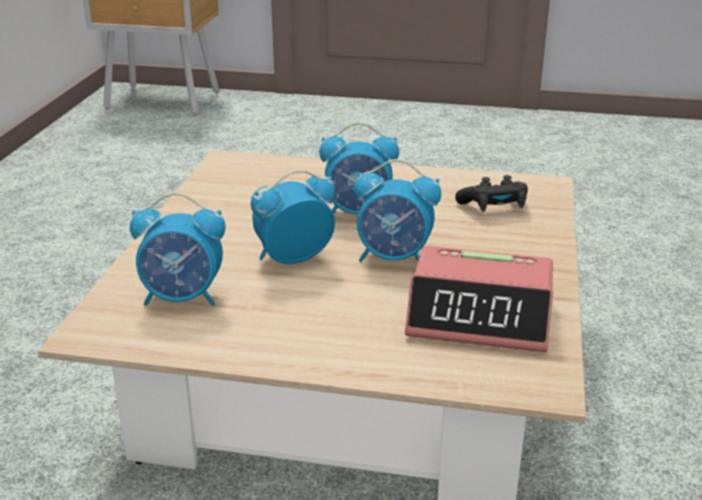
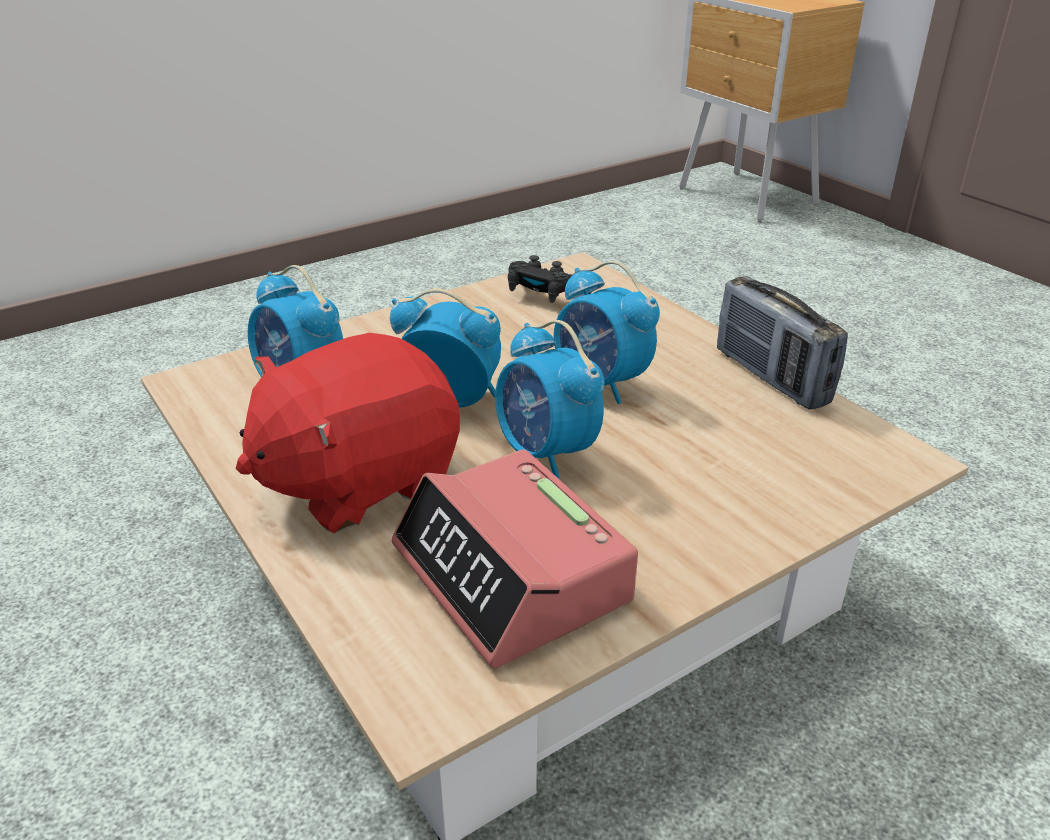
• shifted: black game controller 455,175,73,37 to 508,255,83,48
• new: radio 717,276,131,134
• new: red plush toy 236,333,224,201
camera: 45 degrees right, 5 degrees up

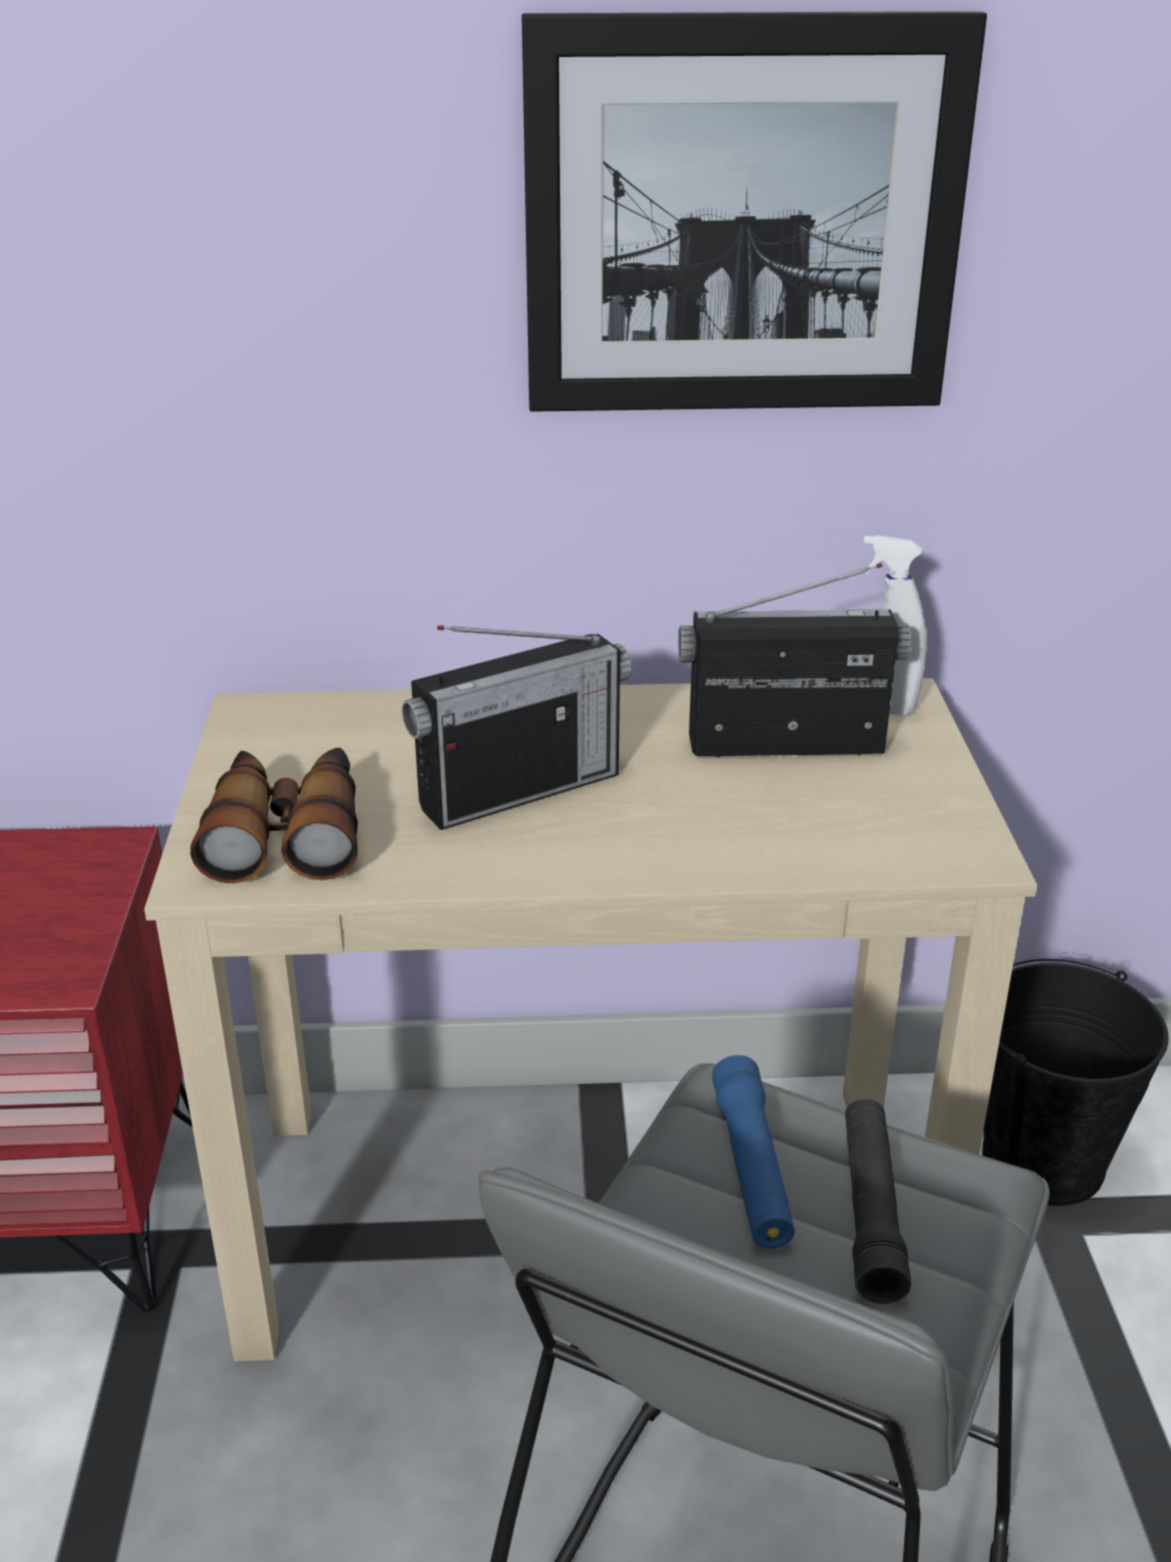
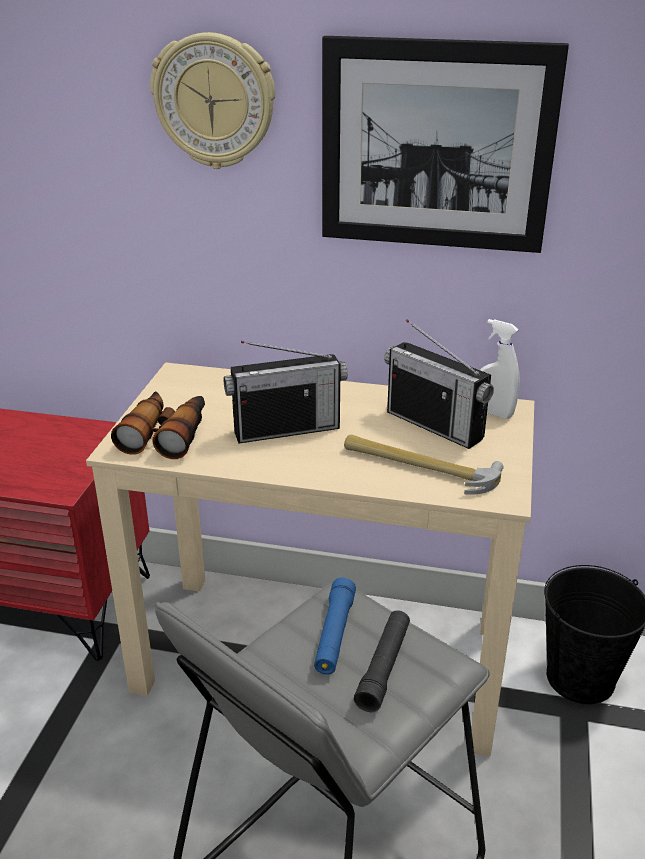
• rotated: radio 678,563,233,195 = 384,319,110,130 150 degrees counterclockwise
• new: wall clock 150,32,125,137
• new: hammer 344,434,160,61
camera: 15 degrees right, 0 degrees up

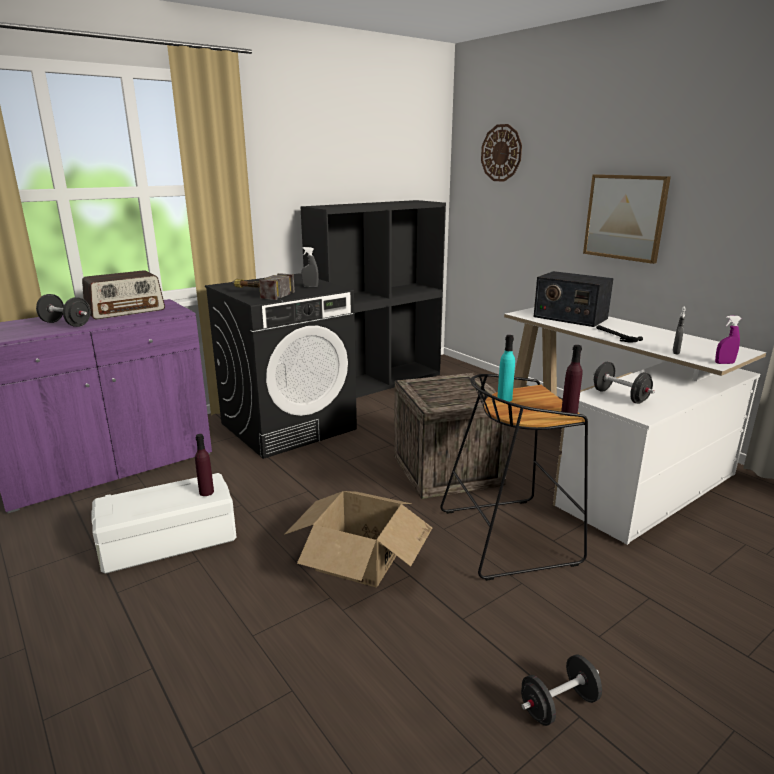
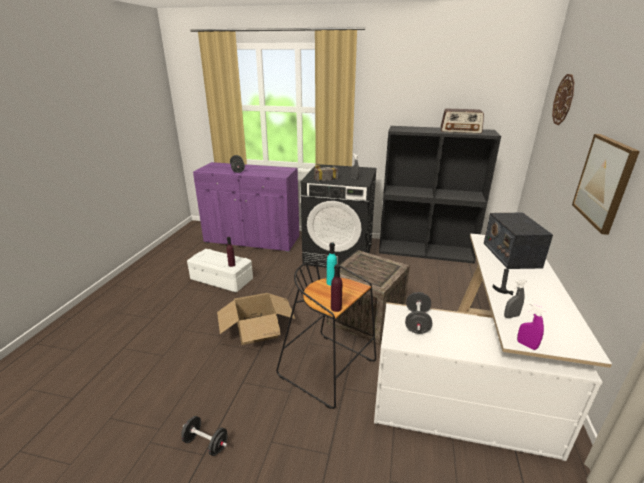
• shifted: radio 82,270,83,49 to 440,109,44,25
camera: 50 degrees right, 5 degrees up

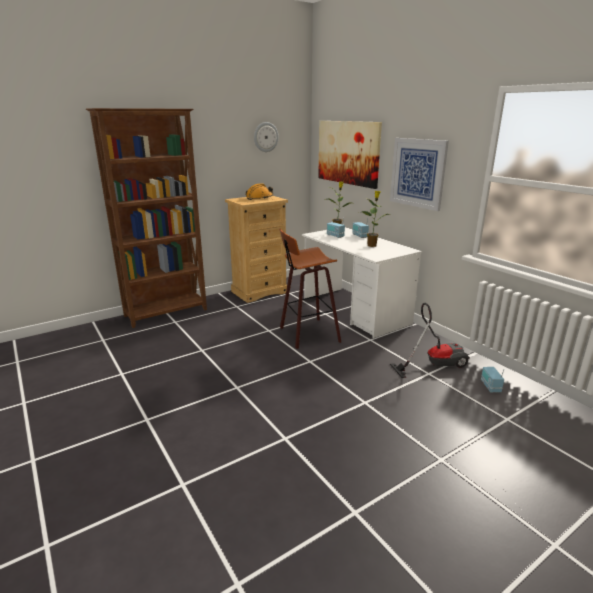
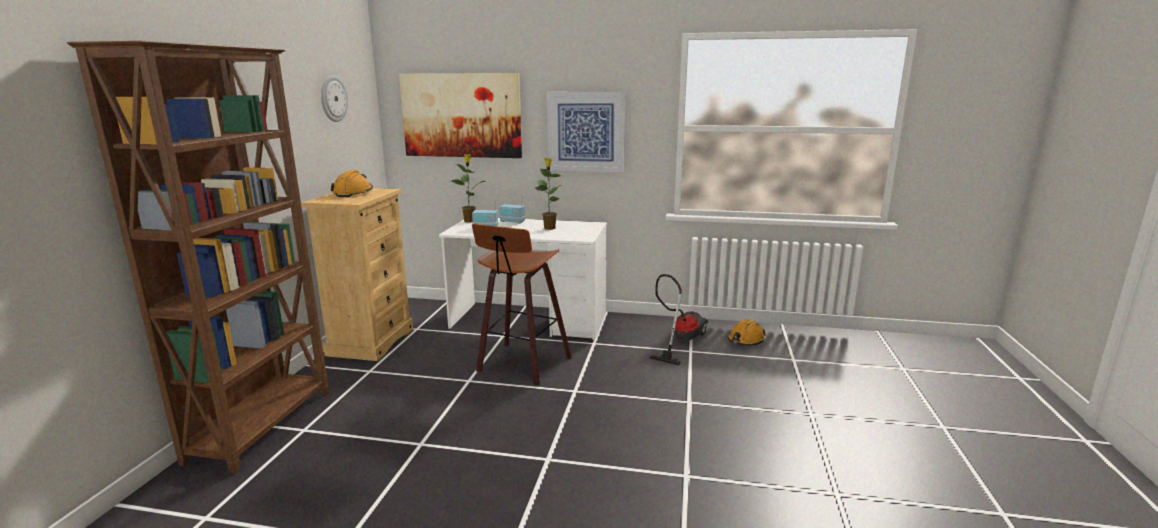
• swapped: radio 481,367,23,26 to orange hard hat 727,319,39,27
camera: 45 degrees left, 5 degrees down

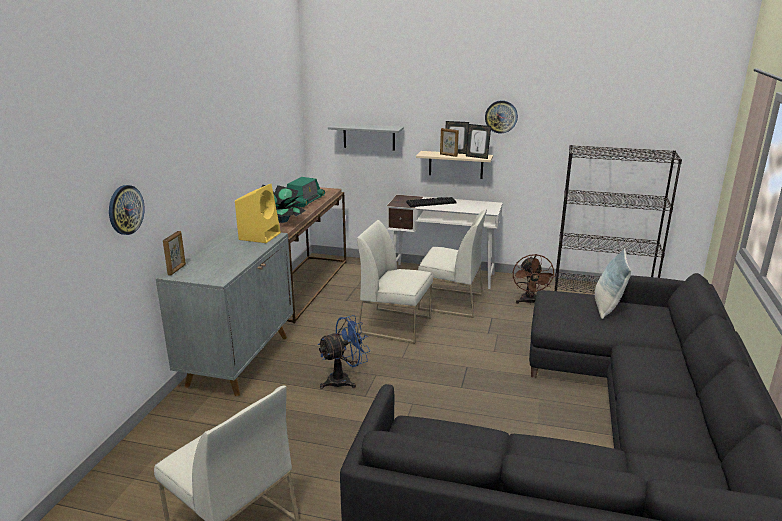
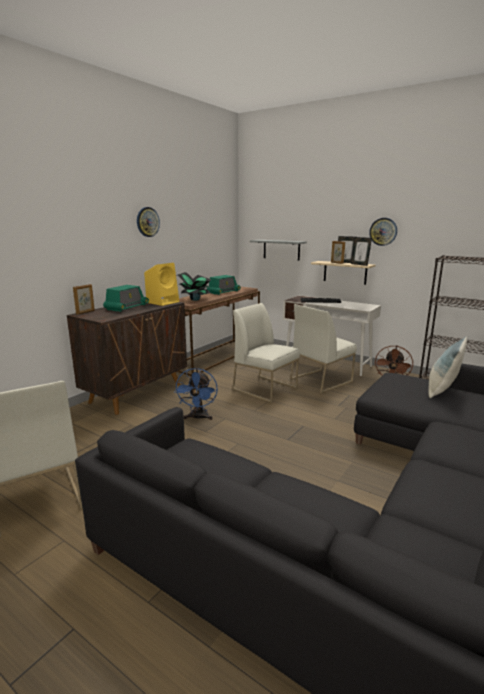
• shifted: wall clock 109,185,36,50 to 137,207,23,30
• rotated: white chair 418,209,69,109 = 290,304,67,90 105 degrees clockwise
• repainted: grey cabinet 156,228,137,168 to brown cabinet 67,302,120,113
• rotated: blue fan 317,315,53,74 = 174,368,44,53 105 degrees clockwise
• new: radio 103,285,46,27
camera: 20 degrees right, 5 degrees down

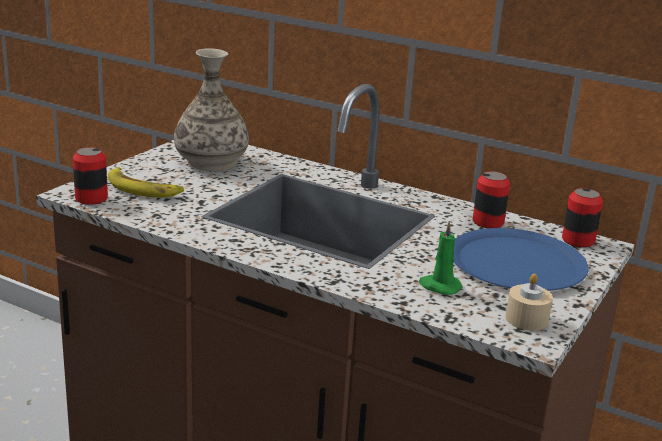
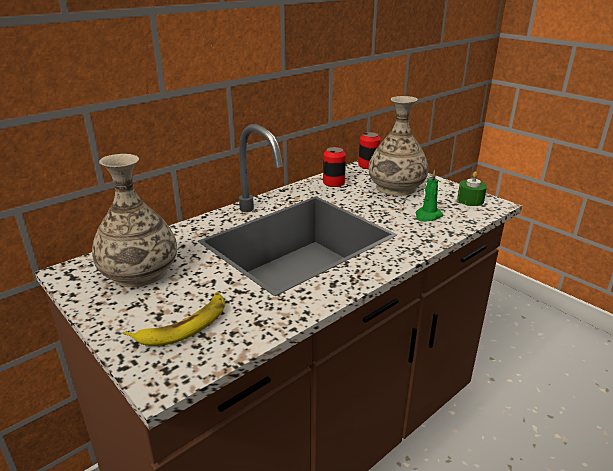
• gone: can 73,147,35,58
• swapped: blue plate 453,228,135,63 to vase 368,96,60,100
• repainted: beige candle 505,274,48,57 to green candle 457,171,30,35
camera: 70 degrees left, 5 degrees up

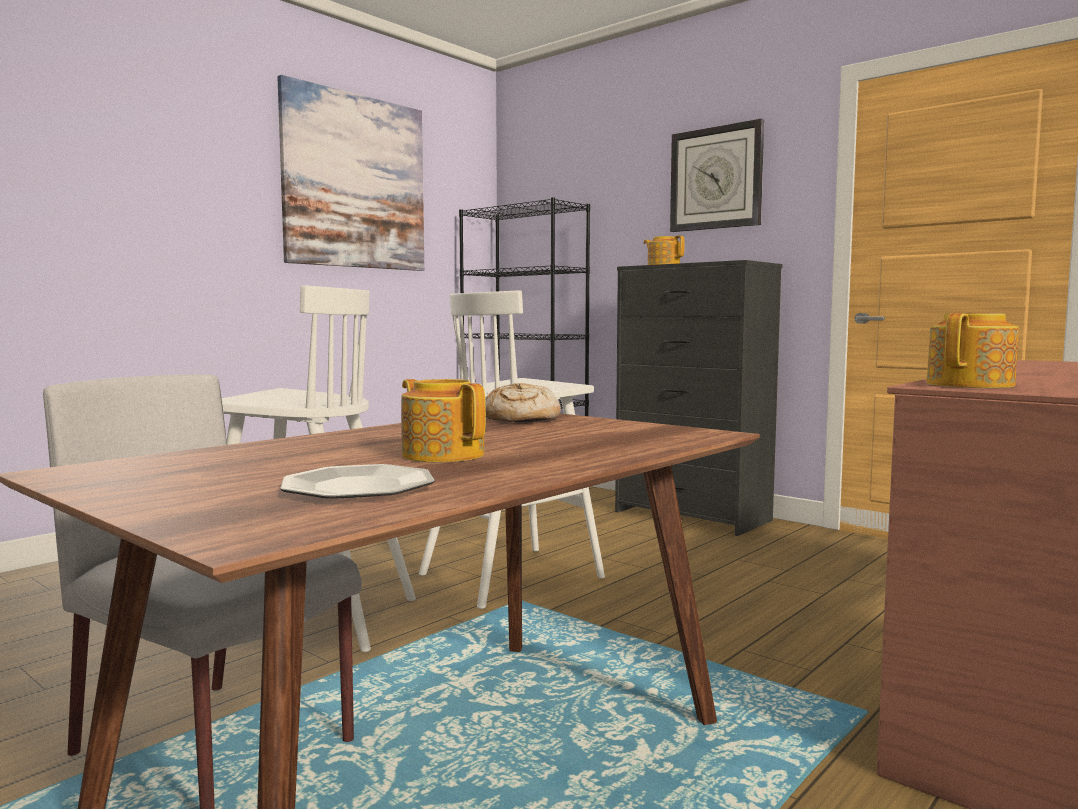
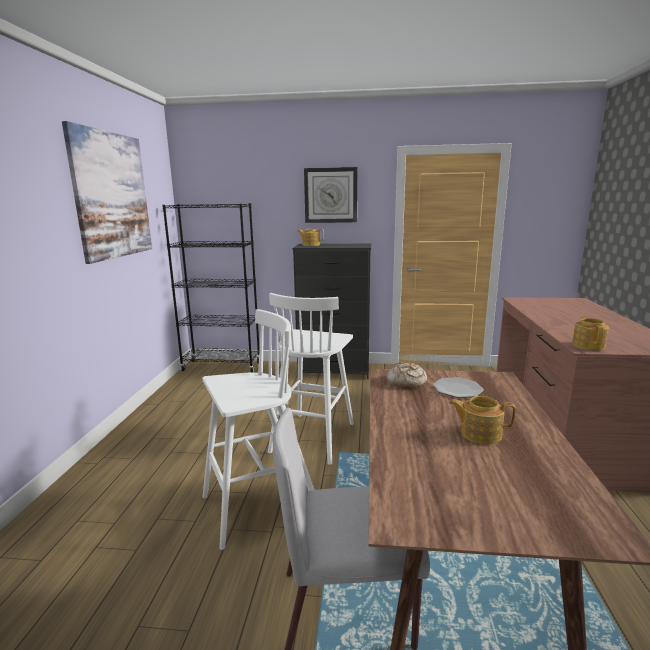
• shifted: plate 280,464,155,34 to 433,377,51,21
camera: 35 degrees left, 10 degrees up

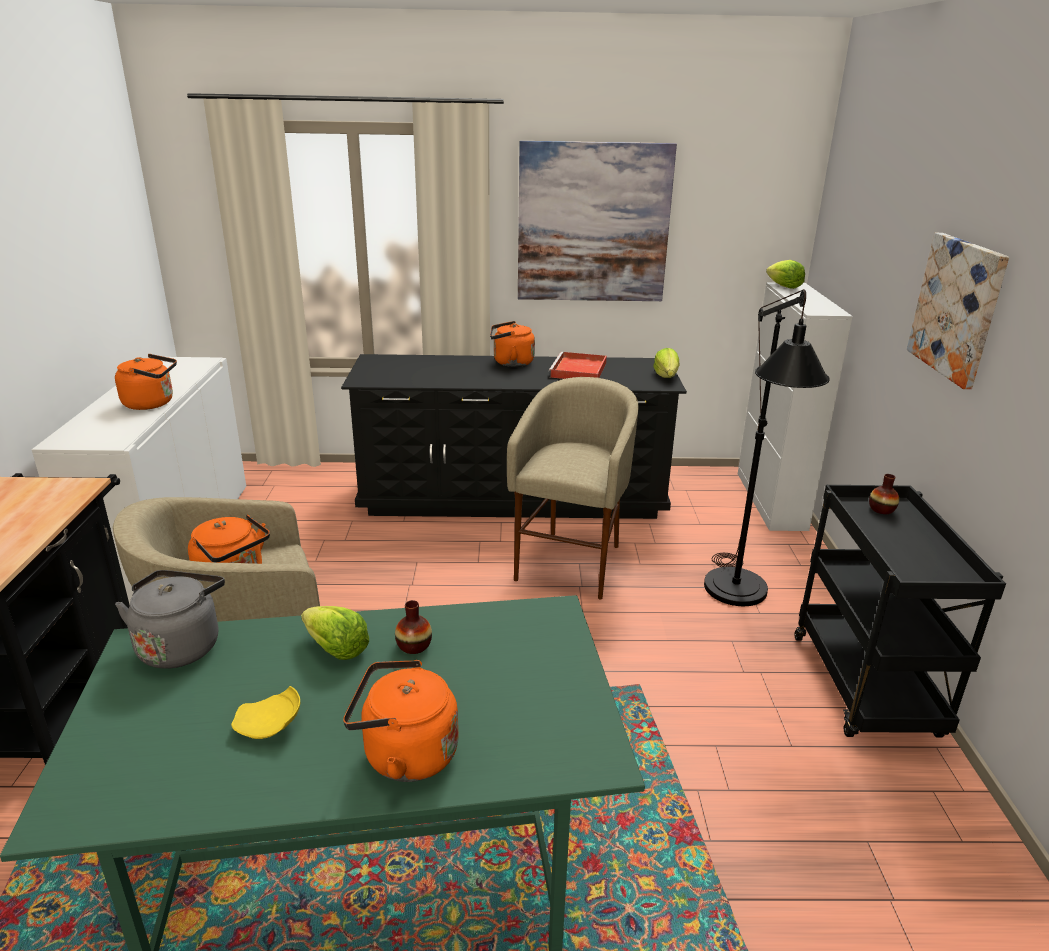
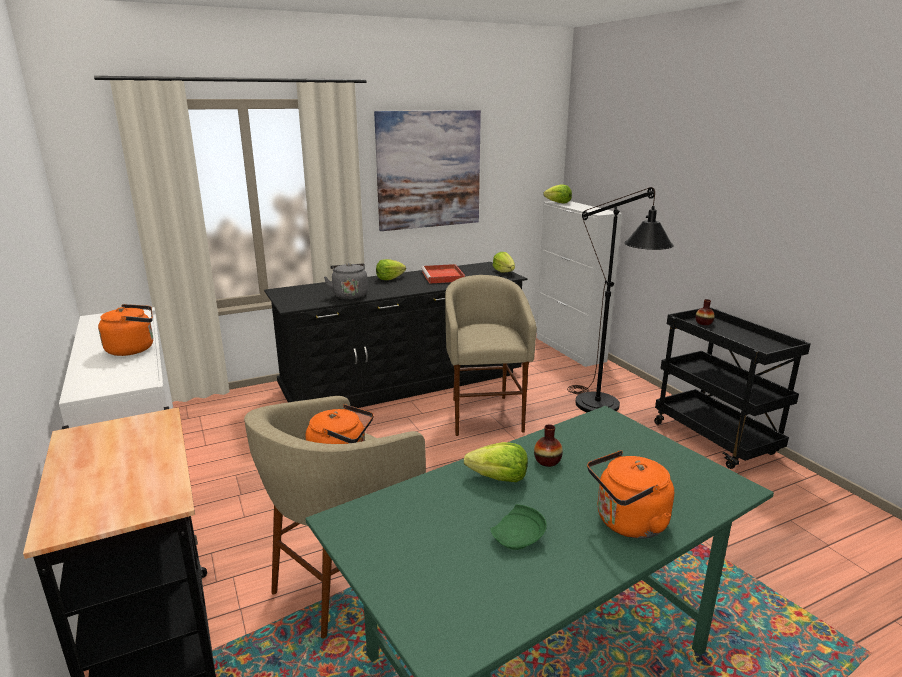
• gone: picture 907,233,102,156
• swapped: orange kettle 490,321,45,46 to lettuce 376,259,30,21
• shifted: grey kettle 115,570,110,99 to 324,263,44,36
• repainted: yellow plate 231,686,69,53 to green plate 490,504,57,46
camera: 25 degrees left, 5 degrees down

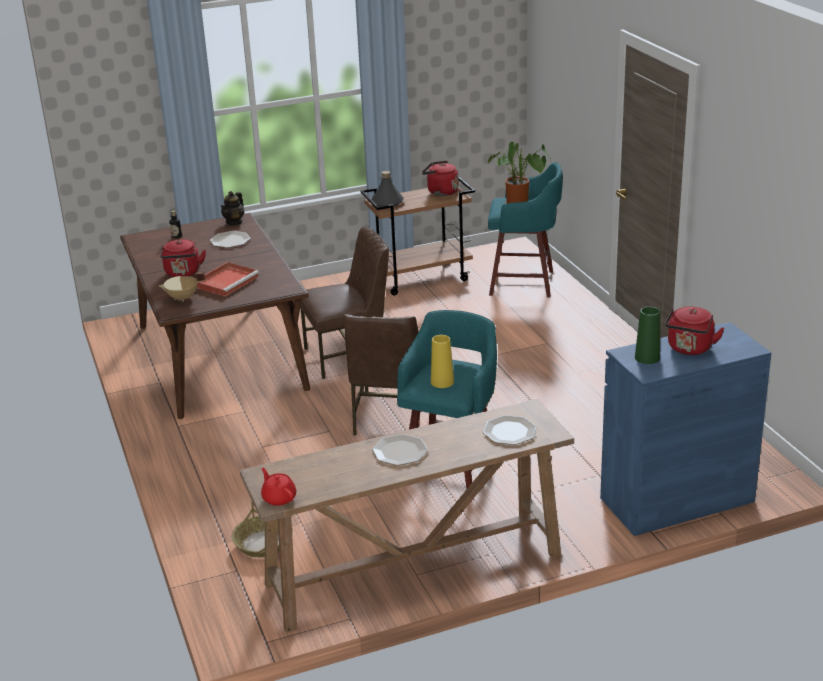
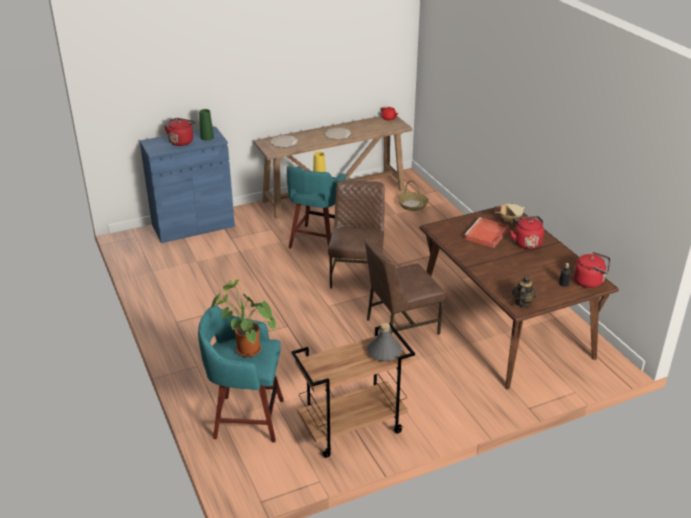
• shifted: red kettle 422,161,37,35 to 573,252,37,36
• gone: plate 210,231,40,17
camera: 175 degrees right, 5 degrees up

